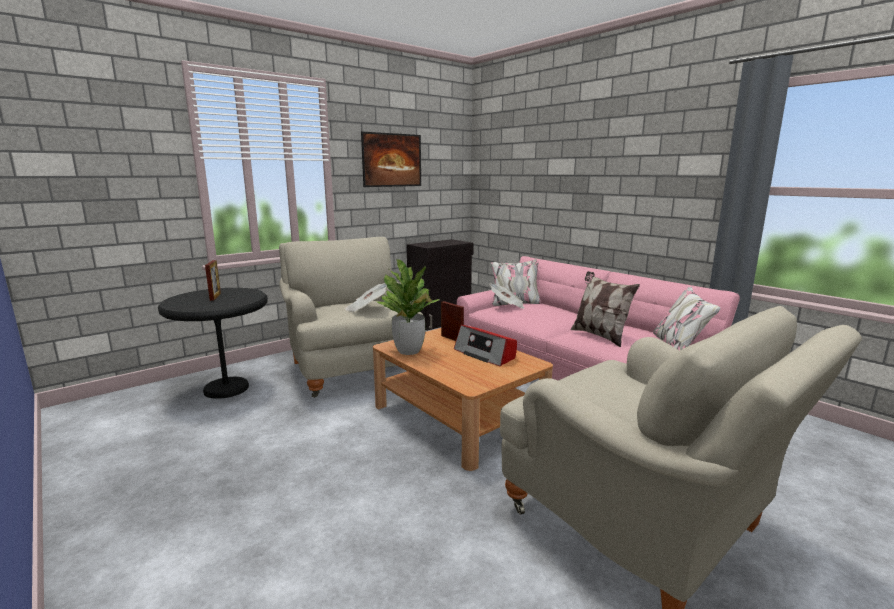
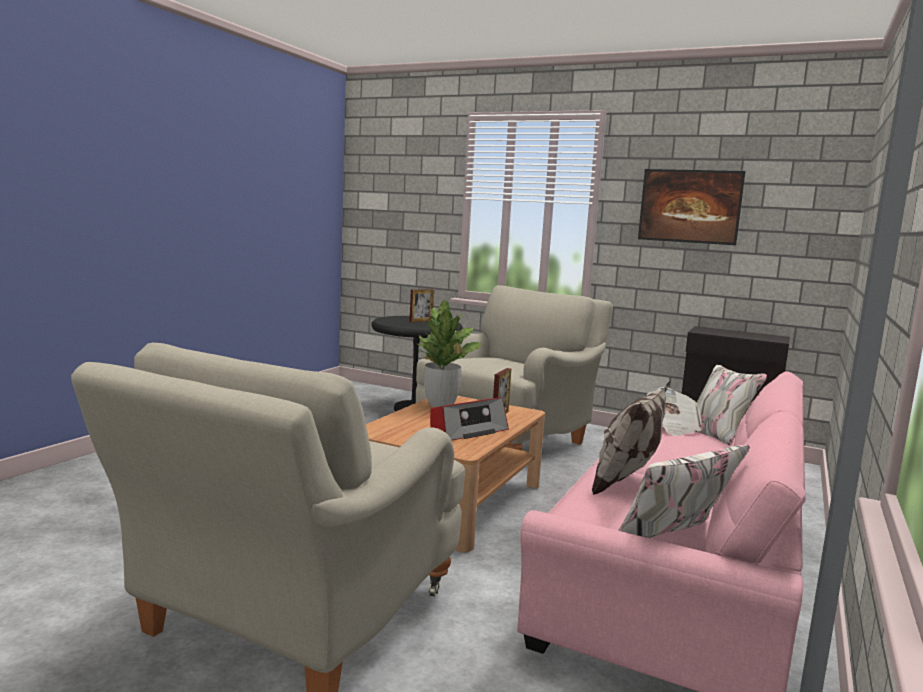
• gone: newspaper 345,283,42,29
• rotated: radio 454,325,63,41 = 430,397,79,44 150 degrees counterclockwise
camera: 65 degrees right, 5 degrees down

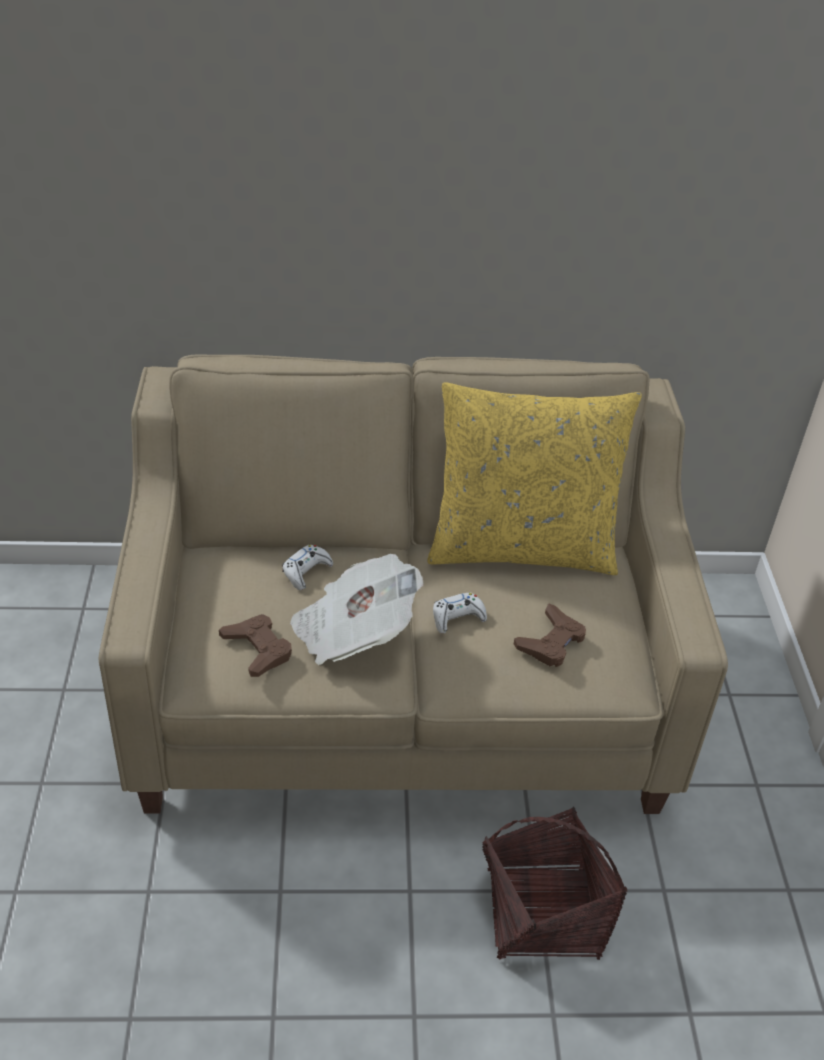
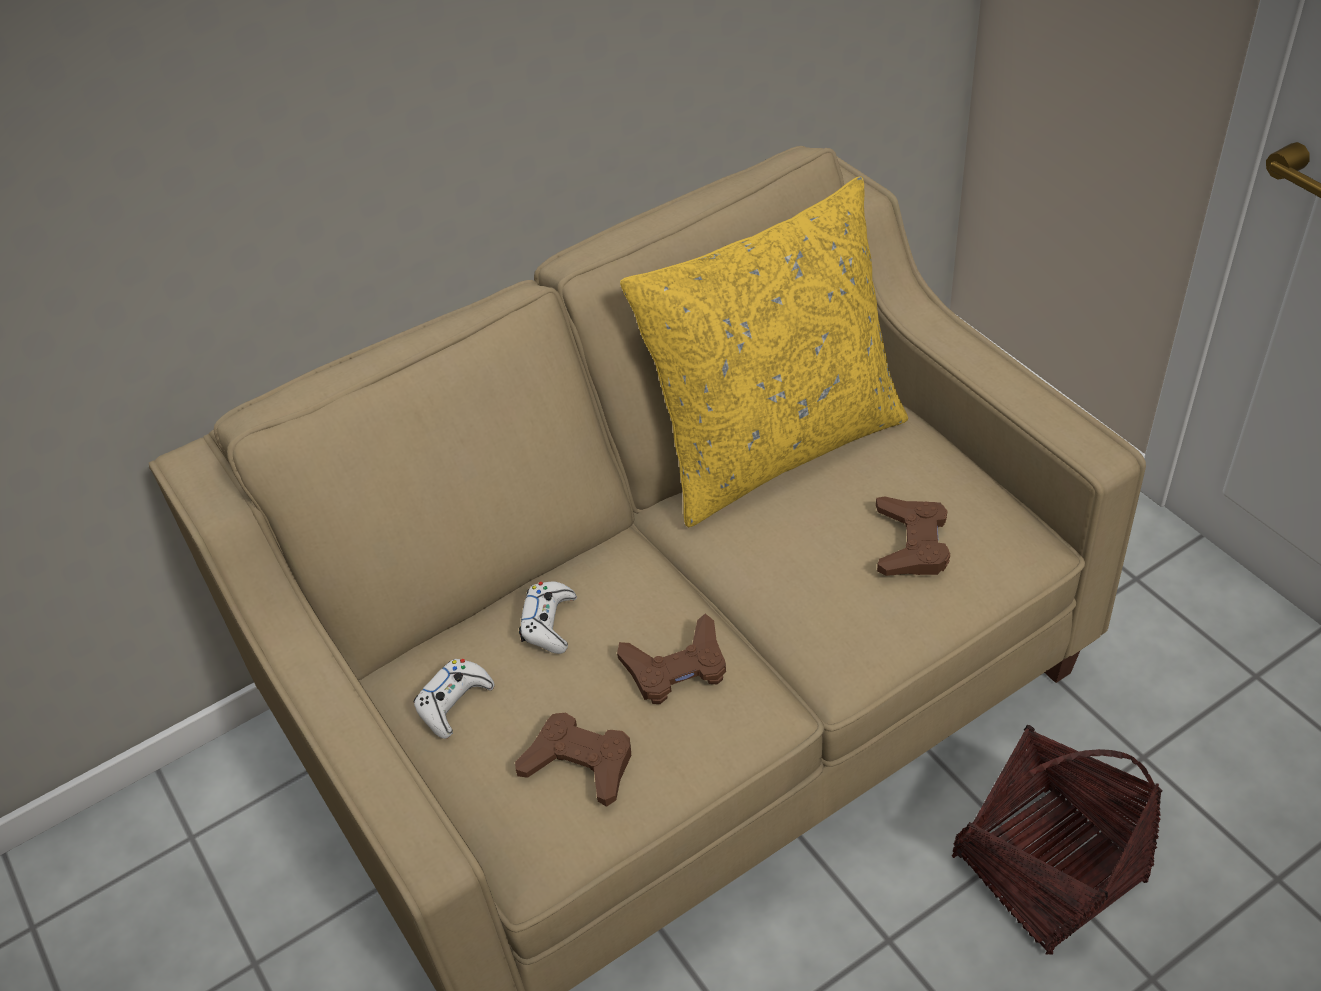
• swapped: newspaper 290,554,134,111 to brown game controller 617,614,109,90
• shifted: white game controller 433,593,54,41 to 414,659,81,80
camera: 25 degrees left, 5 degrees up

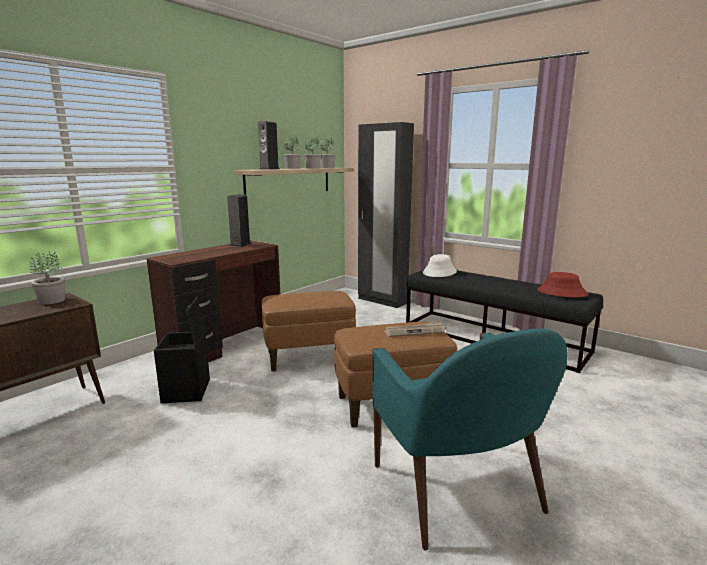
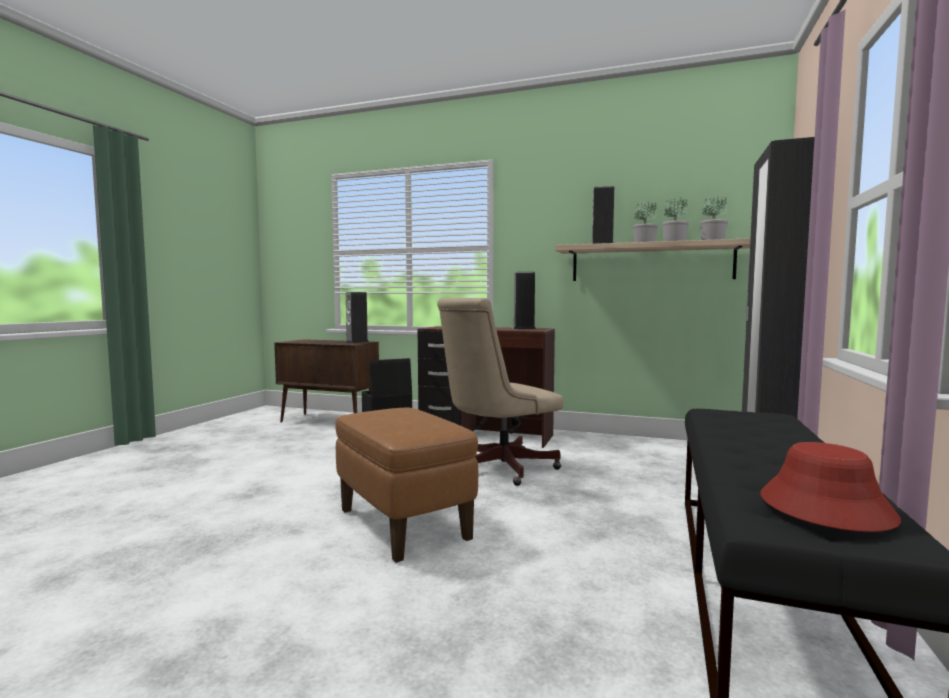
• swapped: potted plant 30,252,35,53 to speaker 346,292,23,51
• gone: white hat 423,254,34,23
• swapped: brown ottoman 262,291,94,80 to beige office chair 437,298,126,188
• gone: newspaper 384,322,61,15
• gone: turquoise armchair 372,328,195,223
camera: 70 degrees right, 10 degrees down

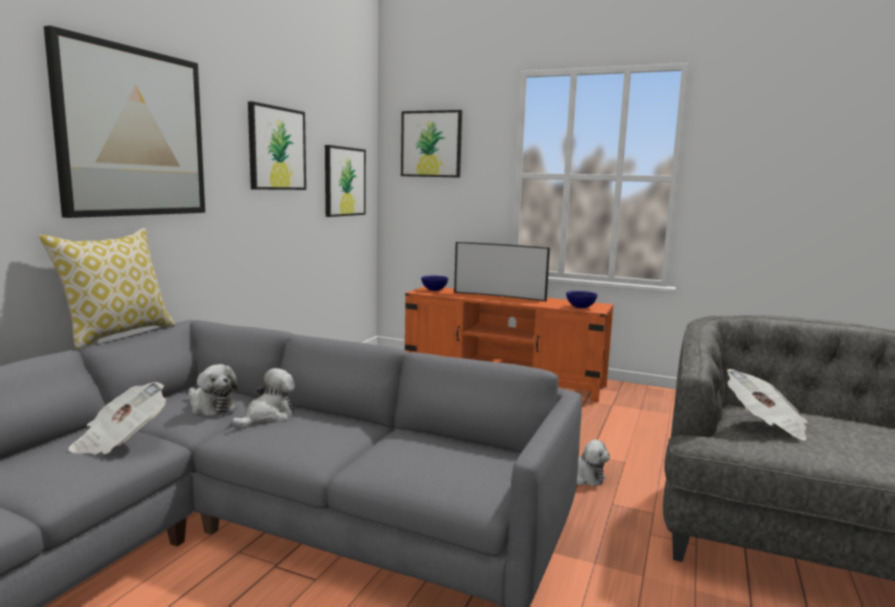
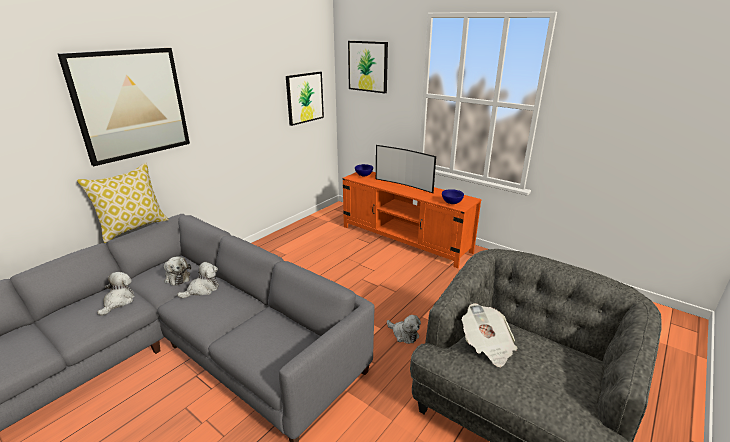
• gone: picture 248,101,58,89
• swapped: newspaper 69,382,97,73 to plush toy 97,272,38,44
camera: 15 degrees right, 15 degrees up

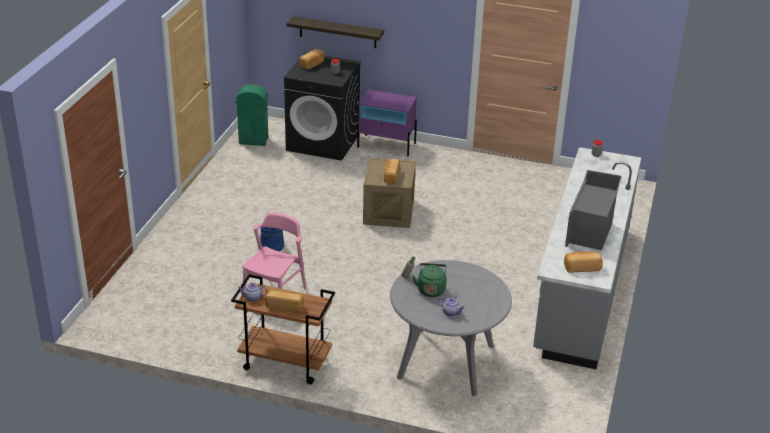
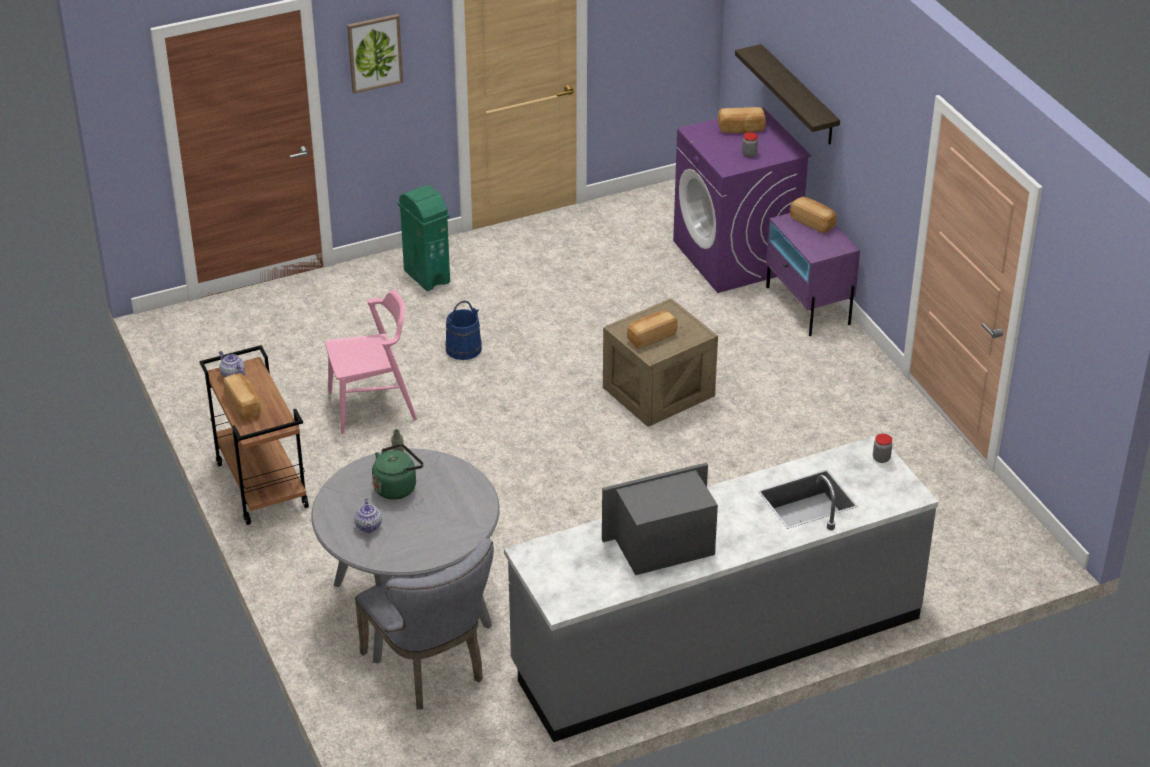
• repainted: black washing machine 284,53,77,108 to purple washing machine 673,107,138,186
• shifted: green trash can 235,84,33,62 to 398,185,52,106
• shifted: bread 564,251,39,21 to 790,196,47,38
• new: picture 347,14,56,80
• new: grey chair 355,538,139,172
camera: 50 degrees right, 5 degrees up

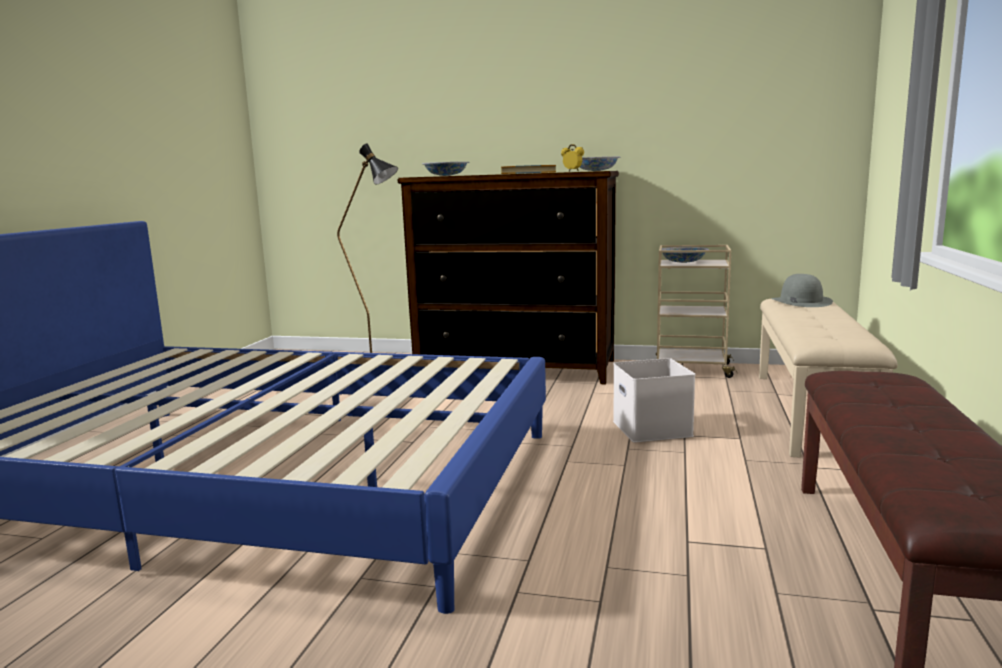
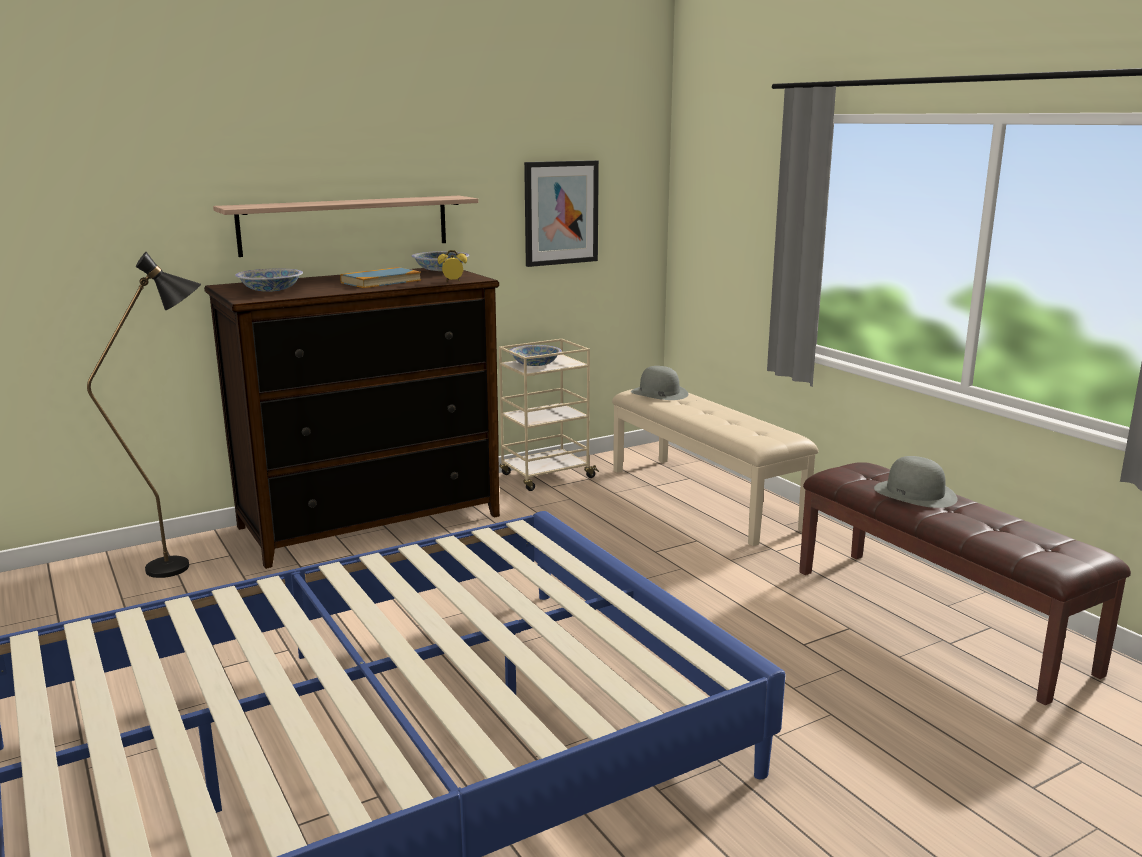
• gone: white storage box 613,358,82,84
• new: picture 524,160,75,107
• new: shelf 213,196,265,61
• new: grey hat 874,456,84,52
camera: 45 degrees left, 5 degrees up

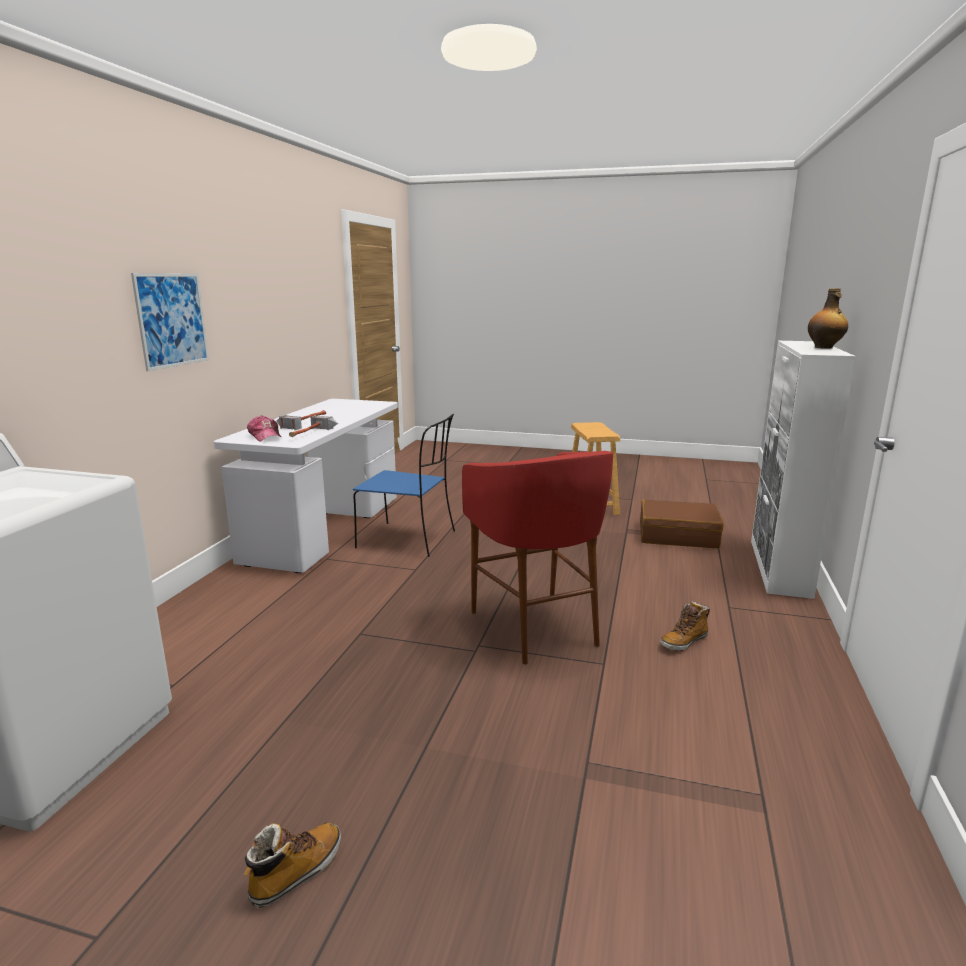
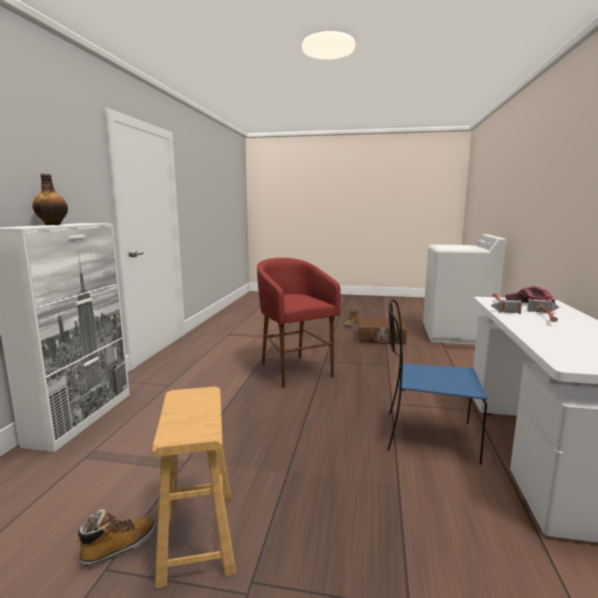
• gone: picture 131,273,78,98
• shifted: brown suitcase 640,500,84,48 to 358,317,49,27
• shifted: boot 660,601,50,50 to 75,509,80,58
camera: 175 degrees right, 5 degrees down

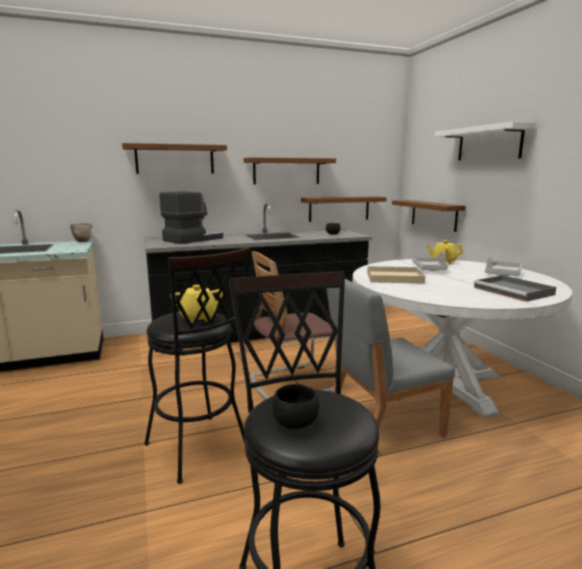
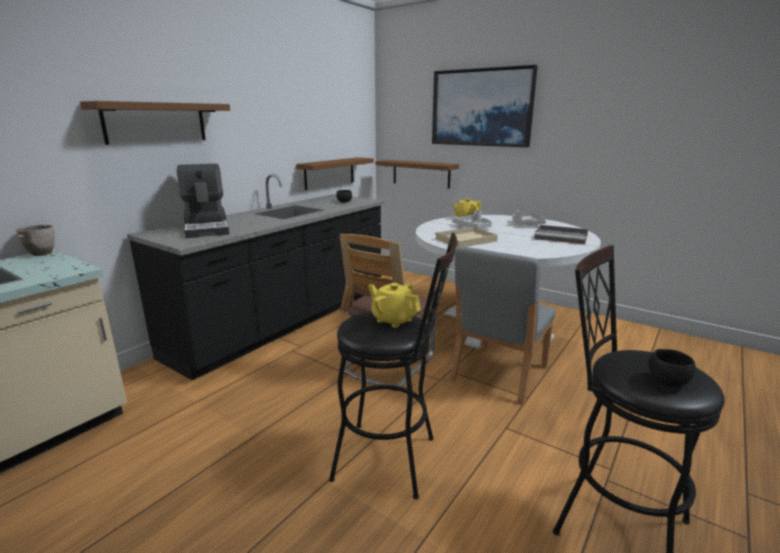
• swapped: white shelf 435,121,101,40 to picture 432,65,106,82
• gone: brown shelf 244,157,92,28
• rotated: coffee machine 159,192,64,52 = 177,164,52,74 150 degrees clockwise
camera: 35 degrees left, 5 degrees up

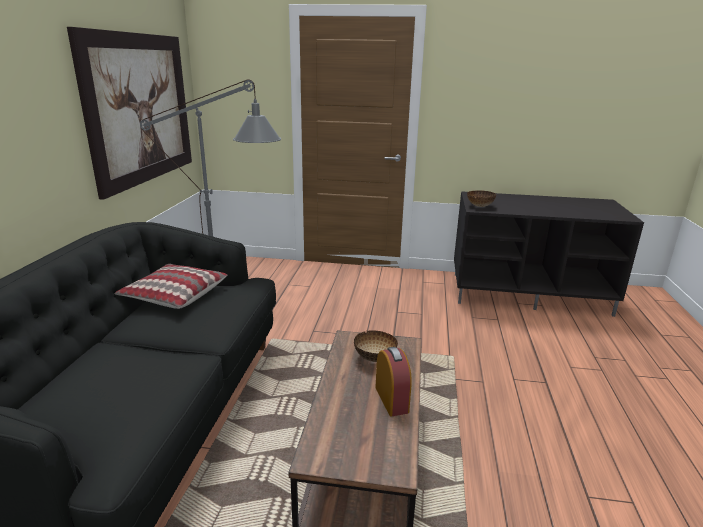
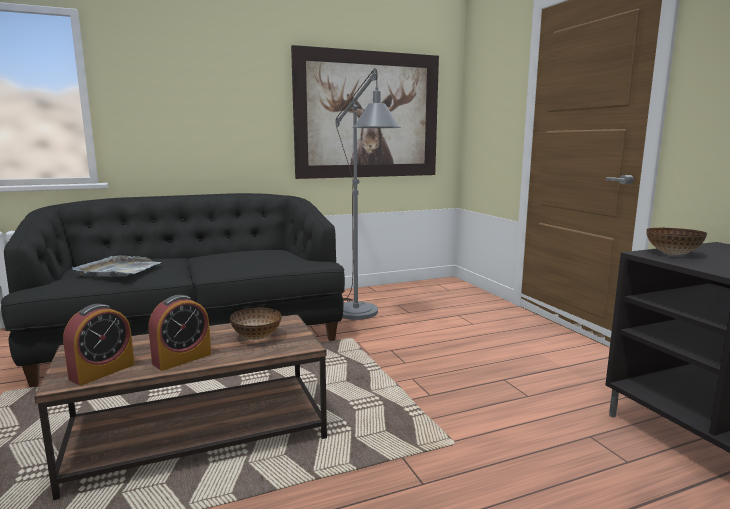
• gone: pillow 114,264,113,45
• new: grey tray 72,256,89,21
• new: alarm clock 63,304,72,82
camera: 60 degrees right, 10 degrees down

